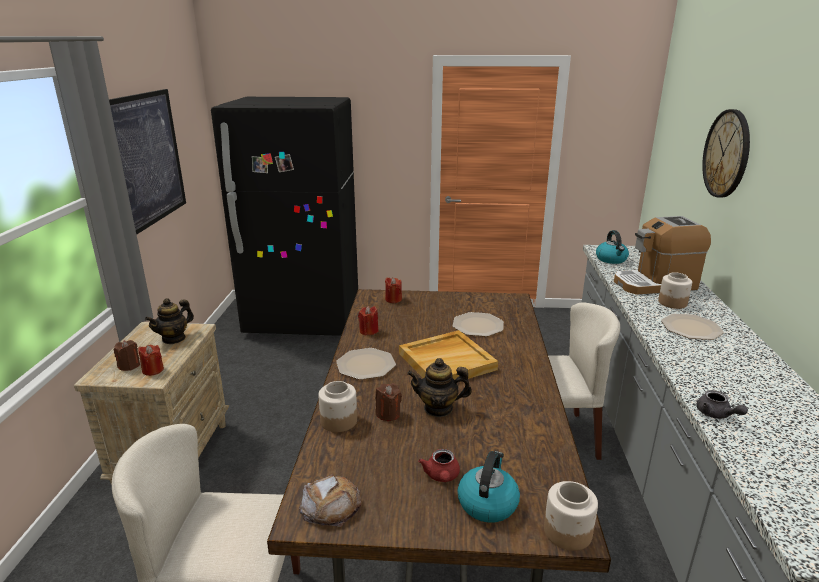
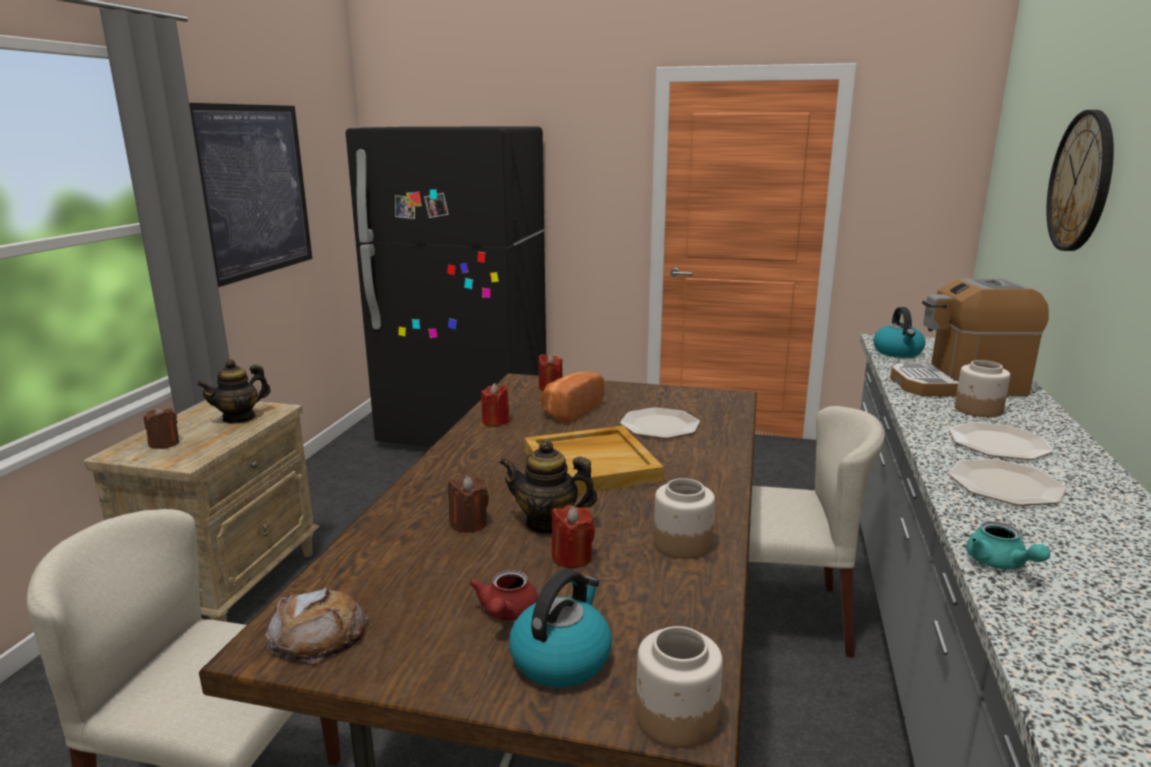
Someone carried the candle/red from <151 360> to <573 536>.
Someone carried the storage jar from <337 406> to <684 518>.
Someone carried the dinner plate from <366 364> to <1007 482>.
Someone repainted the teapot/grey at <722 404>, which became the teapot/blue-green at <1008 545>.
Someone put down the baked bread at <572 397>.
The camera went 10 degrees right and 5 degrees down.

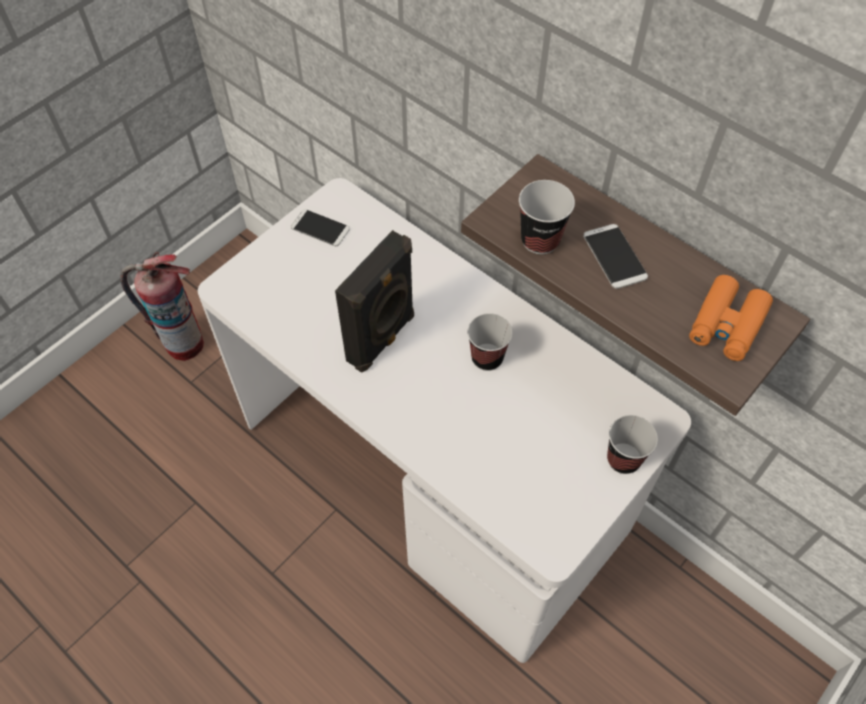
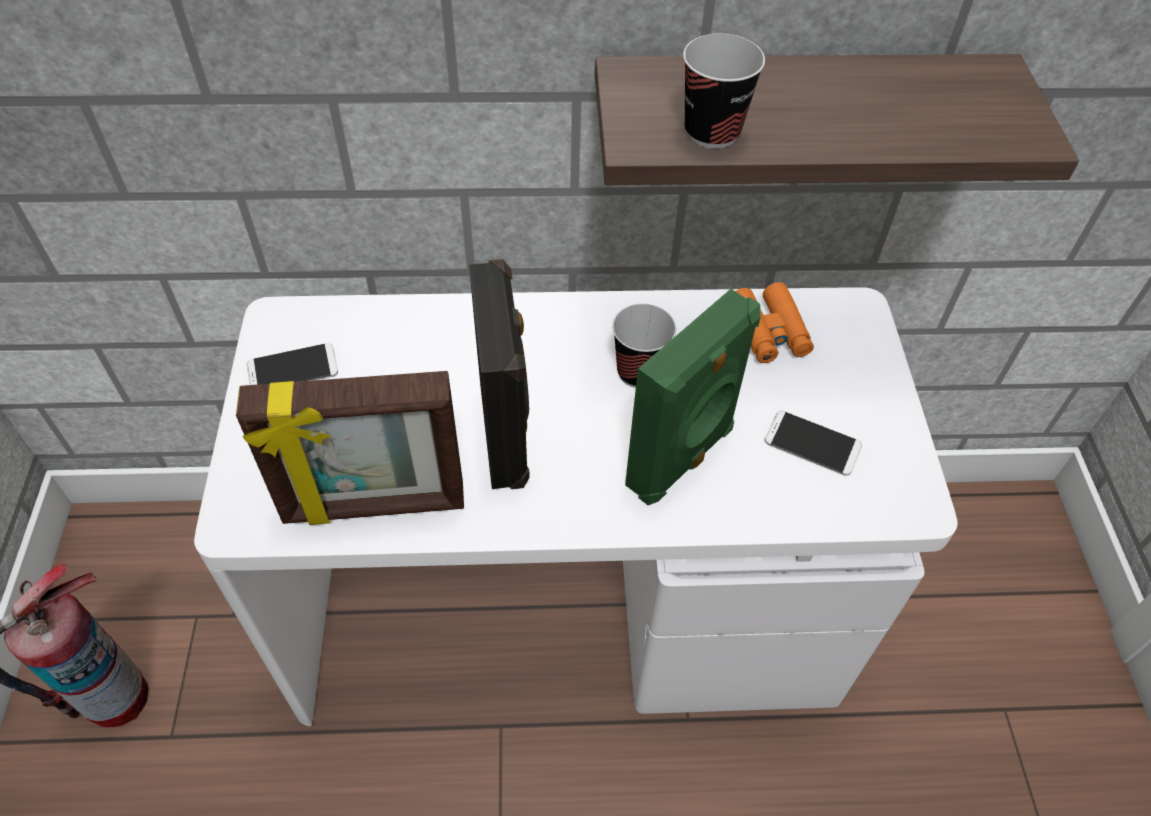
Someone carried the handset from <615 256> to <813 443>.
Someone took away the cup at <632 444>.
Someone carried the pair of binoculars/orange-coloured from <731 318> to <775 322>.
Someone put down the photo frame at <350 448>.
Someone put down the speaker/green at <693 397>.
The camera went 45 degrees left and 5 degrees down.

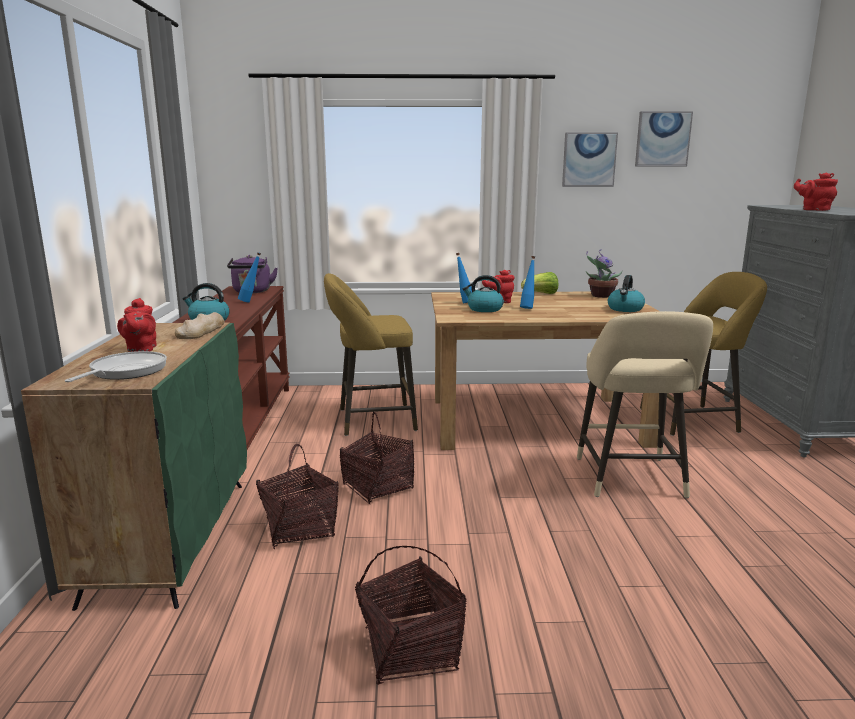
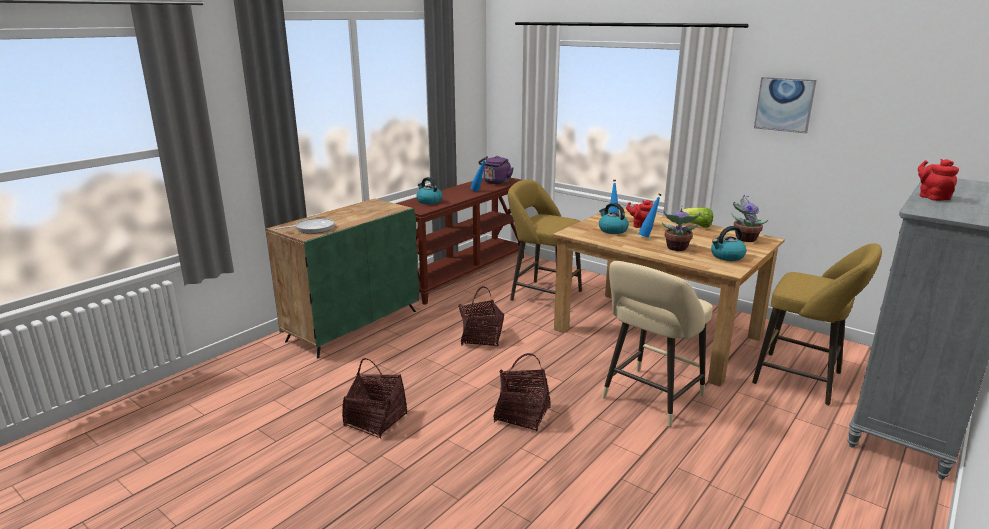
Someone took away the teapot/red at <137 325>.
Someone took away the baked bread at <199 325>.
Someone carried the basket from <297 496> to <522 392>.
Someone took away the wall picture at <664 138>.
Someone put down the potted plant at <681 228>.
The camera went 40 degrees right and 5 degrees up.

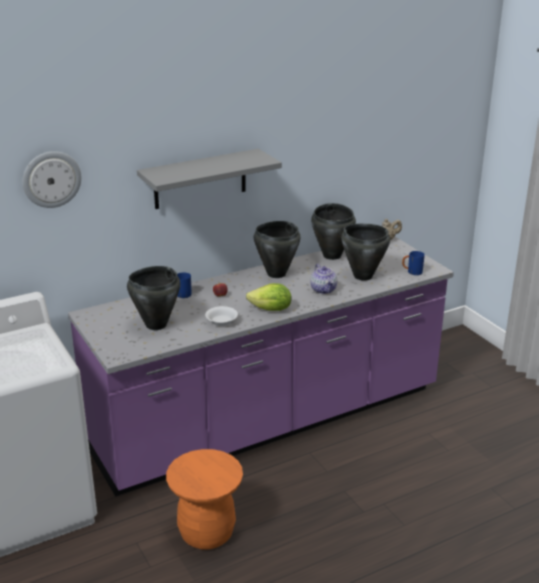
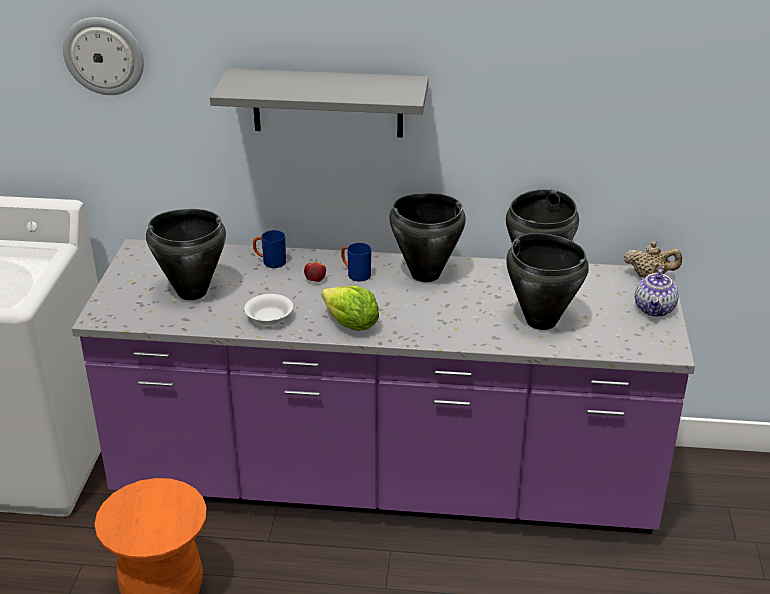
Someone carried the teapot from <323 279> to <657 292>.
Someone carried the coffee mug/blue-coloured from <413 263> to <356 262>.
The camera went 35 degrees right and 5 degrees up.

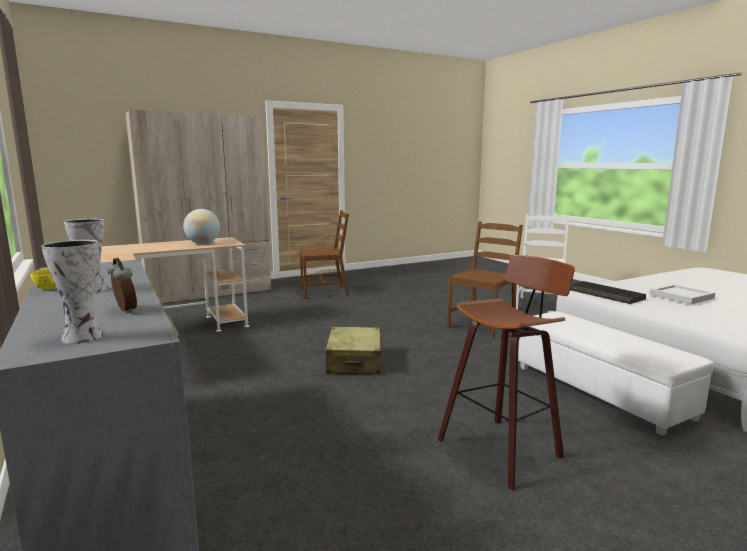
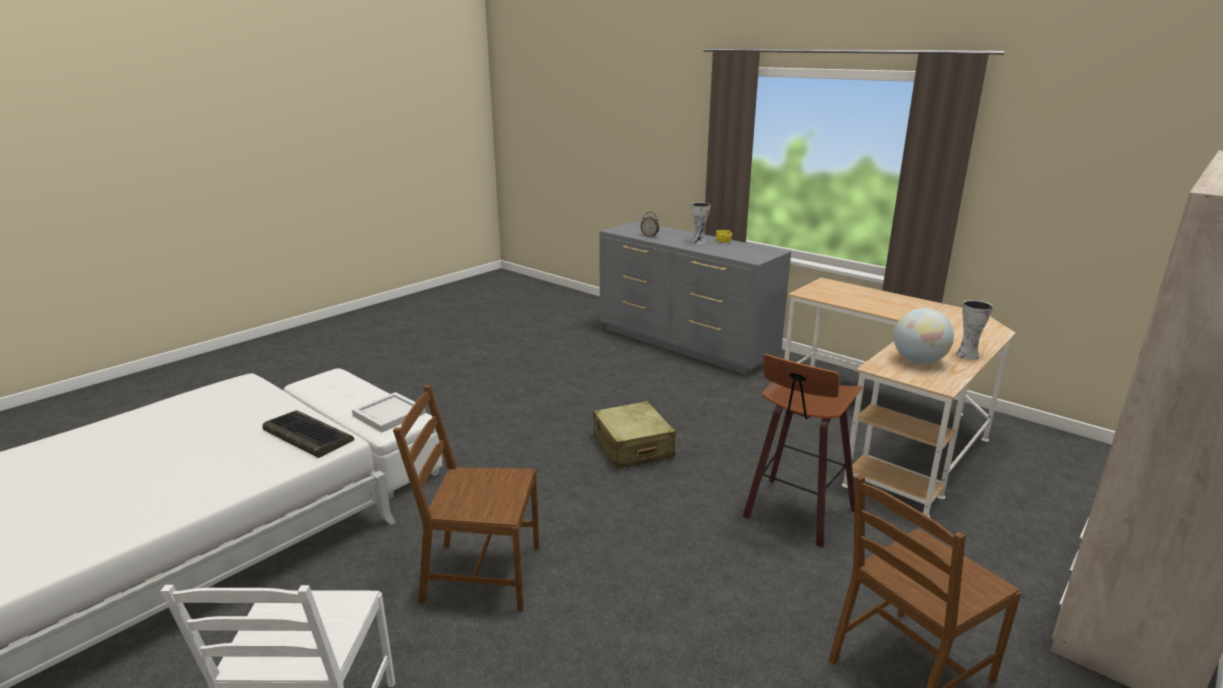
Someone carried the decorative vase from <72 292> to <974 330>.
Someone carried the stool from <506 372> to <802 451>.
Someone rotated the chair/brown at <485 279> by 75 degrees clockwise.
Someone carried the tray/white-coloured from <682 294> to <389 412>.
The camera went 160 degrees right and 10 degrees up.

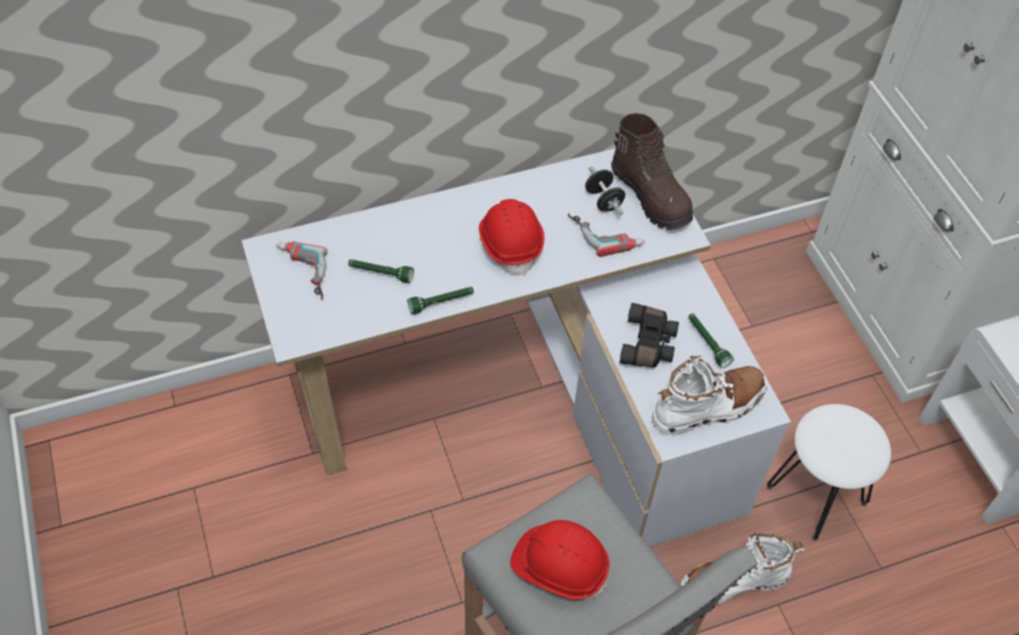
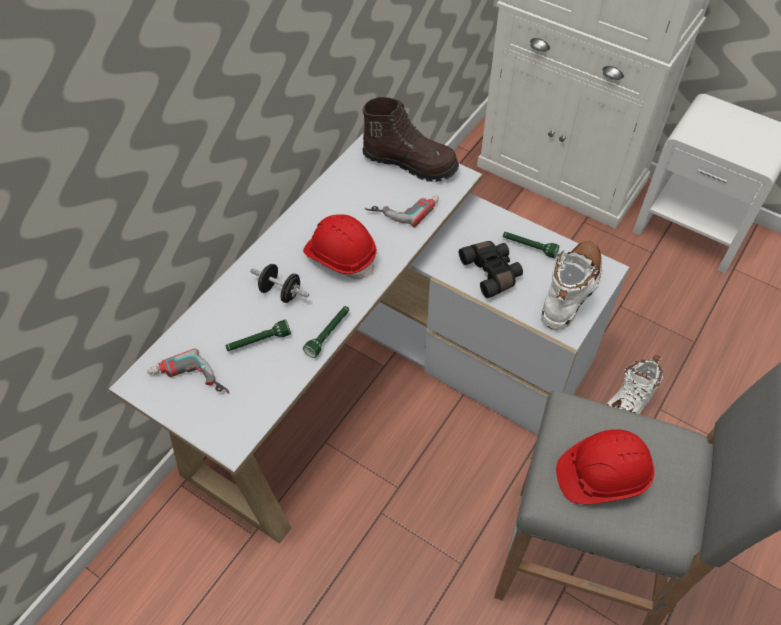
Someone carried the free weight/black-coloured from <605 191> to <279 283>.
Someone took away the stool/white-coloured at <828 472>.
The camera went 35 degrees left and 0 degrees up.

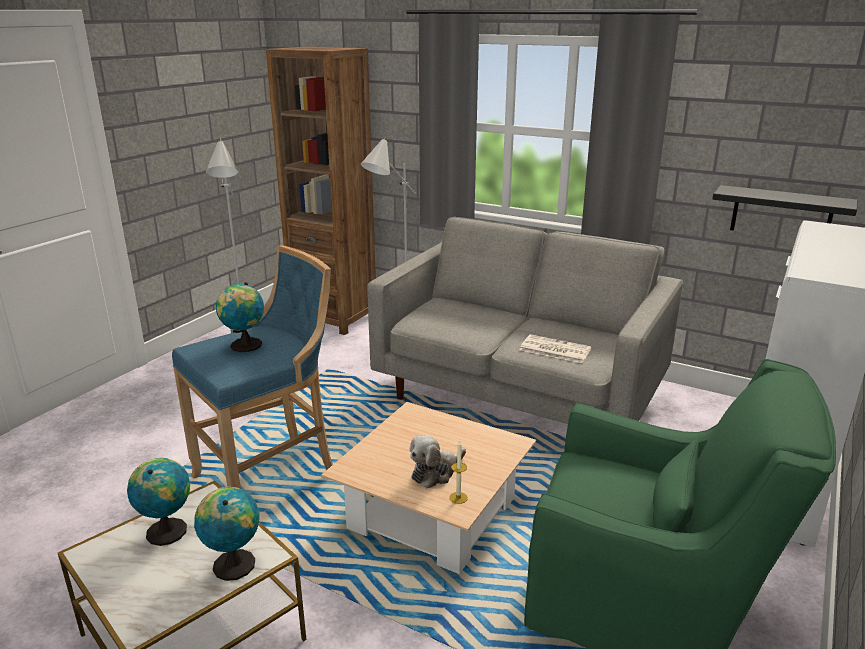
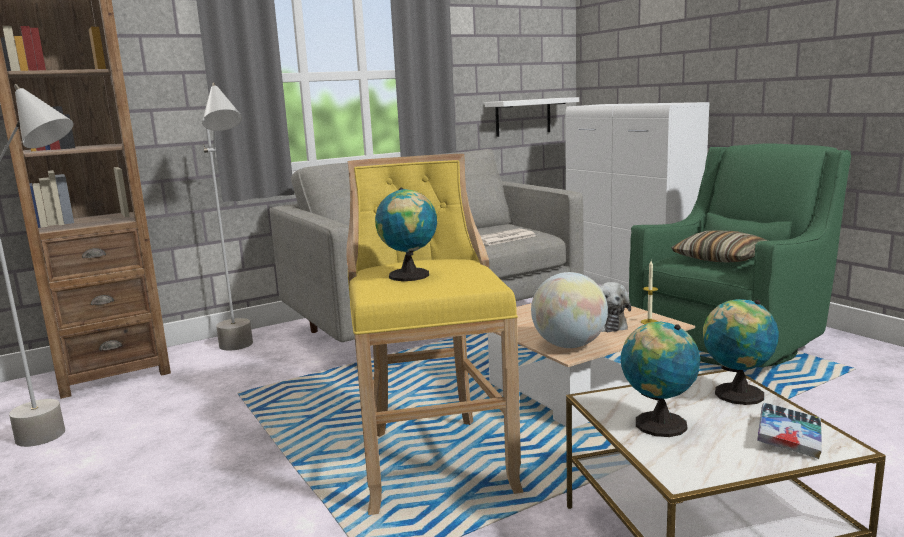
Someone repainted the stool/blue-coloured at <252 367>, which became the stool/yellow-coloured at <435 334>.
Someone repainted the shelf/black-coloured at <785 208>, which became the shelf/white-coloured at <532 117>.
Someone put down the world globe at <569 310>.
Someone put down the pillow at <719 247>.
Someone put down the bound book at <789 431>.
The camera went 60 degrees left and 10 degrees down.

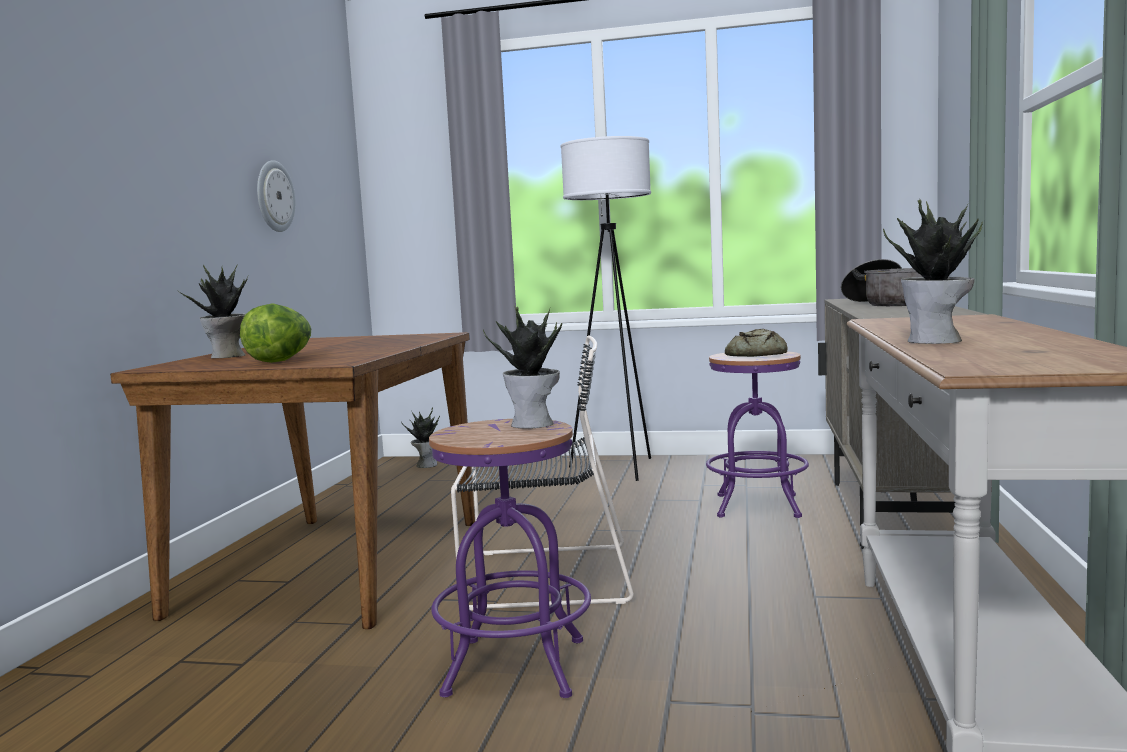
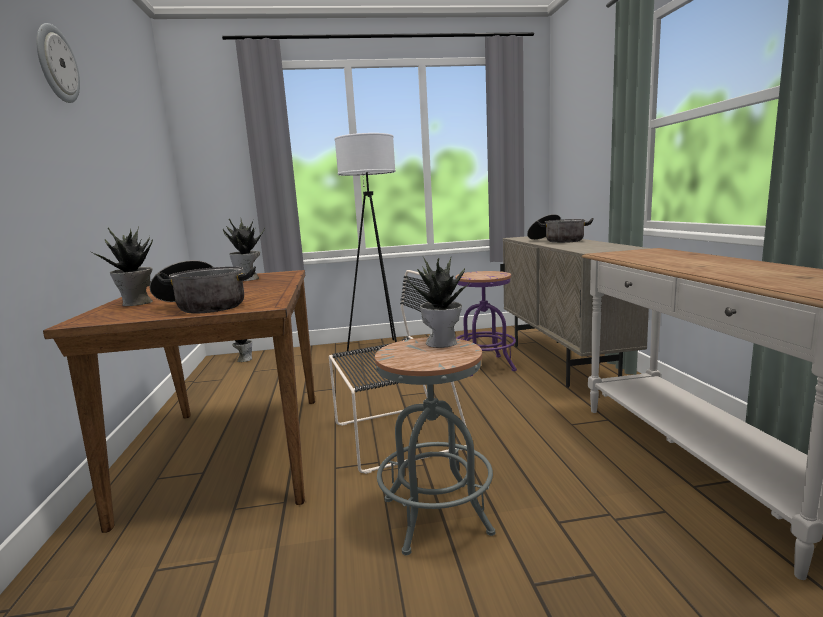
Someone swapped the lettuce head at <275 333> for the saucepot at <202 287>.
Someone carried the hanging clock from <276 196> to <58 63>.
Someone repainted the stool/purple at <510 558>, which became the stool/grey at <435 446>.
Someone took away the baked bread at <756 343>.
Someone carried the potted plant from <933 271> to <244 250>.
The camera went 20 degrees left and 5 degrees up.

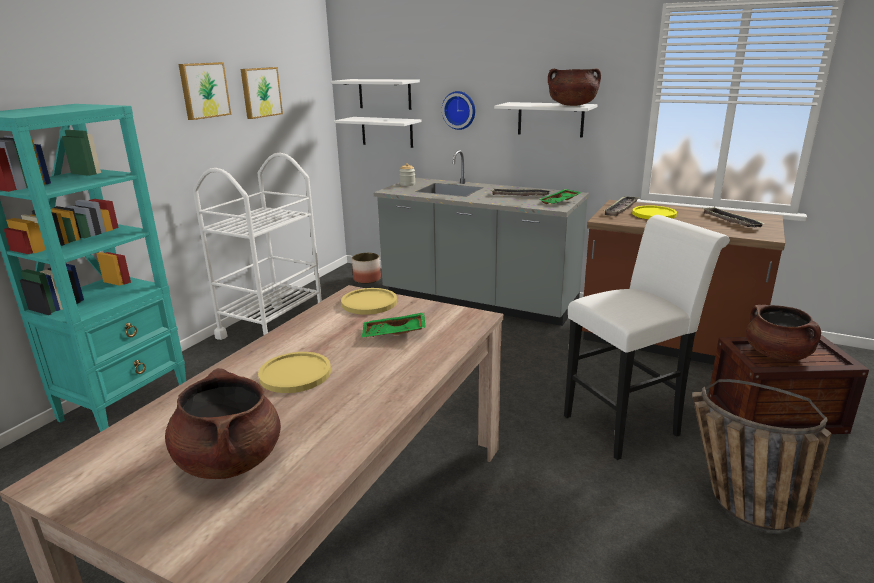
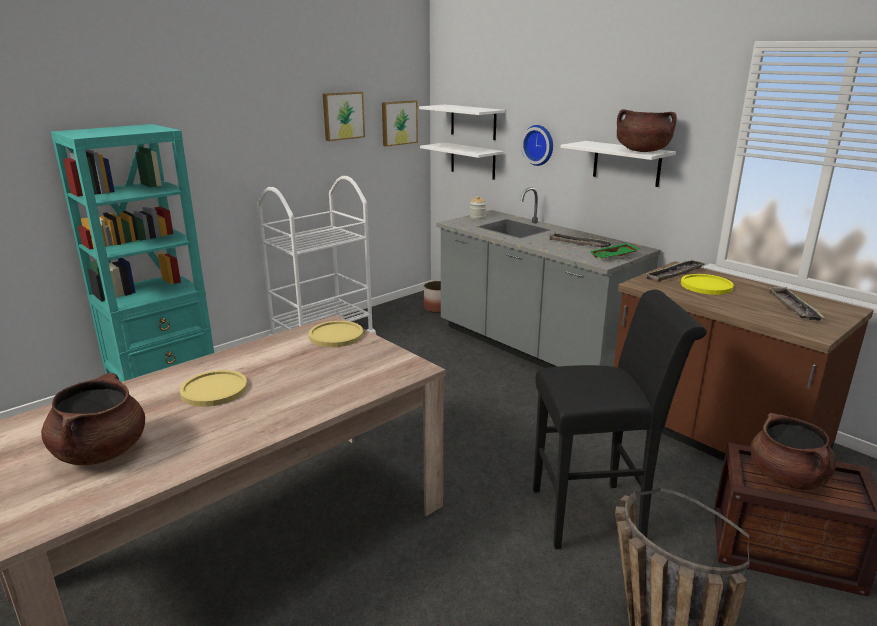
Someone carried the wall picture from <205 91> to <400 123>.
Someone took away the tray/green at <394 324>.
Someone repainted the stool/white-coloured at <647 337>, which became the stool/black-coloured at <620 419>.
The camera went 20 degrees right and 0 degrees up.

